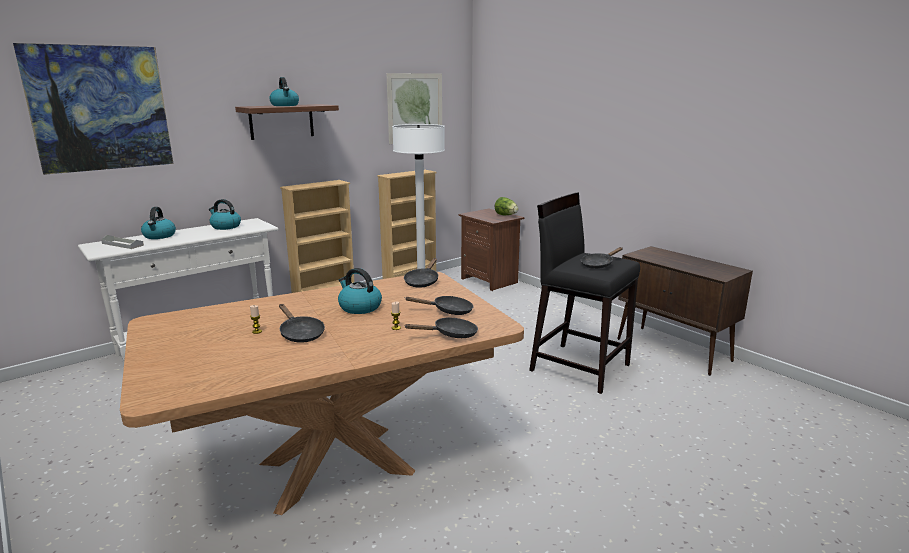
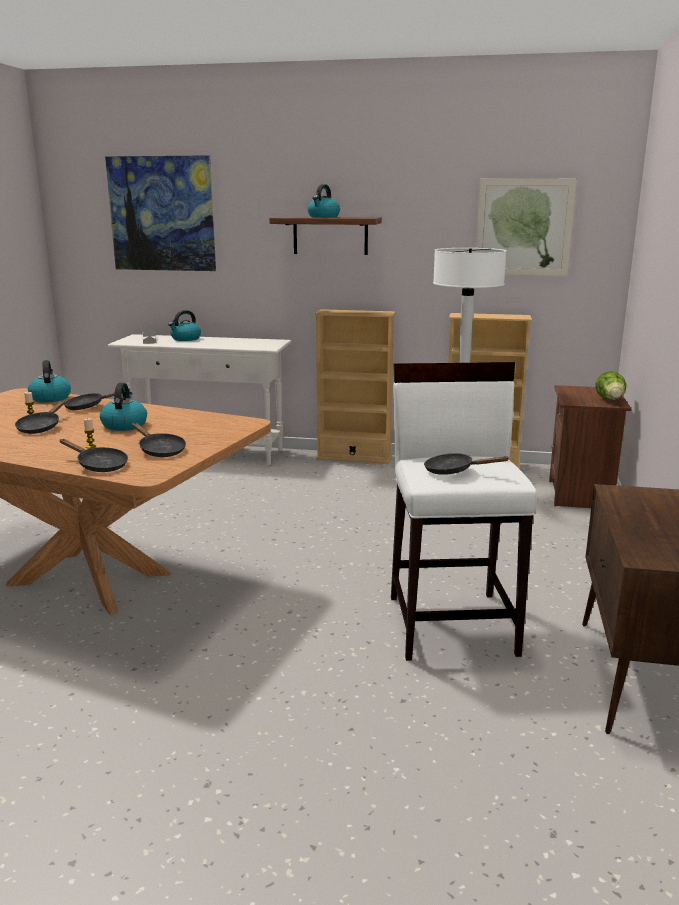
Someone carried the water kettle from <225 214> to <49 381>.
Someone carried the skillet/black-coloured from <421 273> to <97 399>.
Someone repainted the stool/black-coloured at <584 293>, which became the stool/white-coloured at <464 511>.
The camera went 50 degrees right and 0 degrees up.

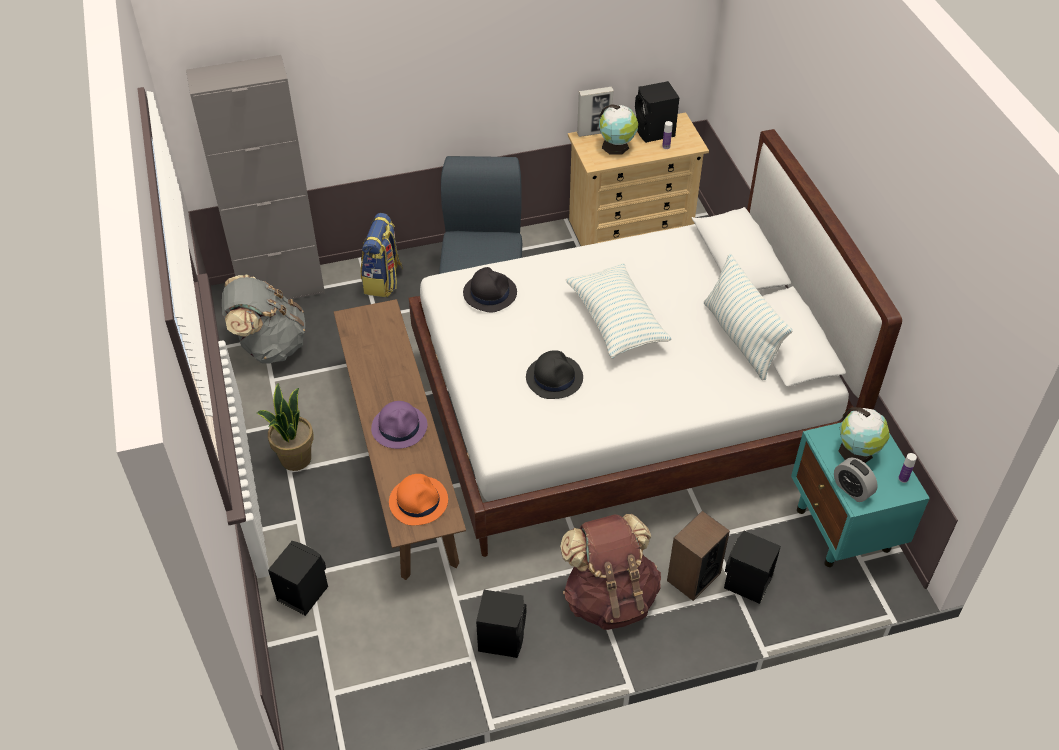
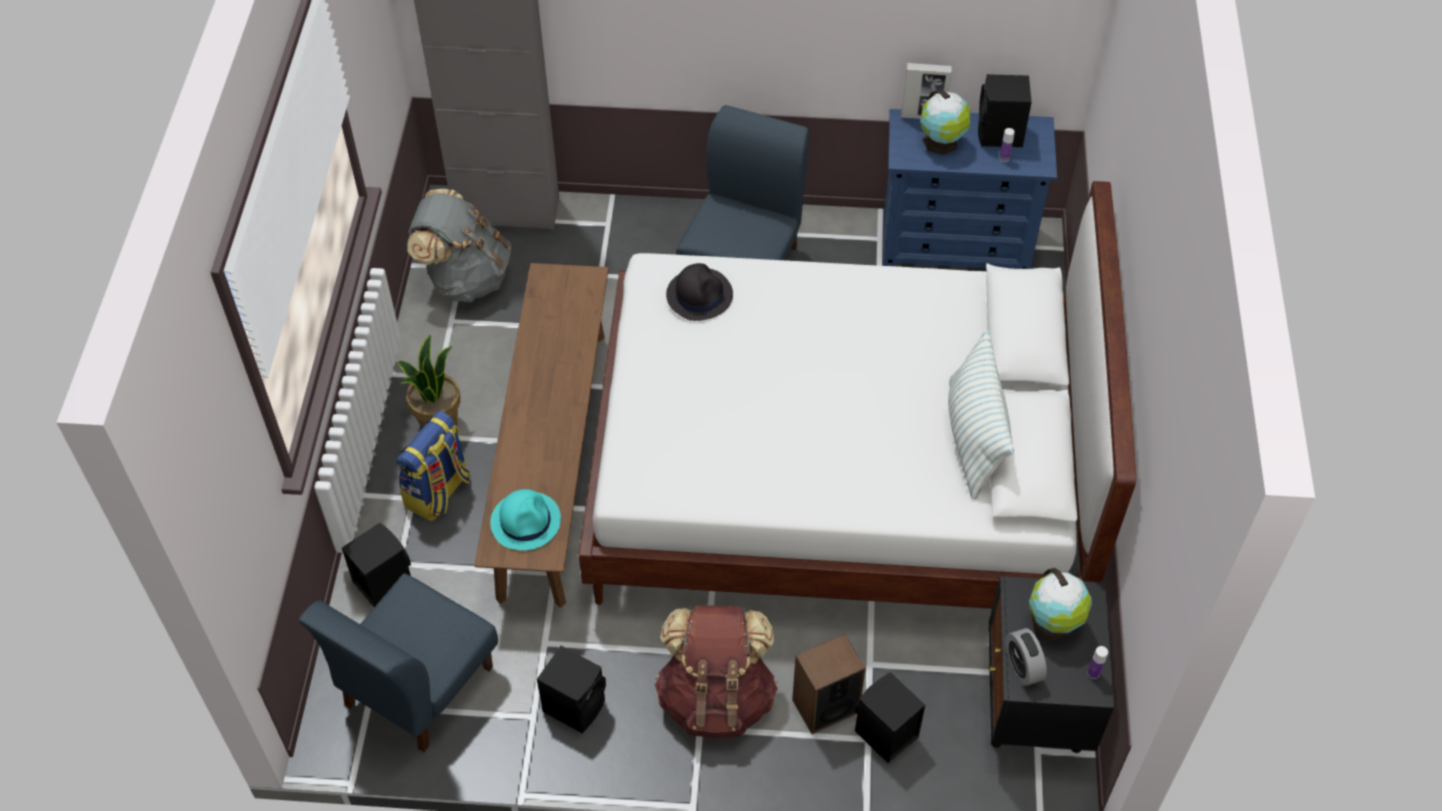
Someone carried the backpack from <382 255> to <433 466>.
Someone took away the clothing hat/purple at <399 425>.
Someone repainted the clothing hat/orange-coloured at <418 499>, which became the clothing hat/blue-green at <525 520>.
Someone took away the clothing hat/black-coloured at <554 374>.
Someone took away the pillow at <618 311>.
Someone repainted the drawer chest/sand-coloured at <638 179>, which became the drawer chest/blue-coloured at <970 189>.
Someone repainted the bedside table/blue-green at <860 494>, which became the bedside table/black-coloured at <1051 664>.
Someone put down the chair/blue-coloured at <398 662>.
The camera went 20 degrees right and 5 degrees up.

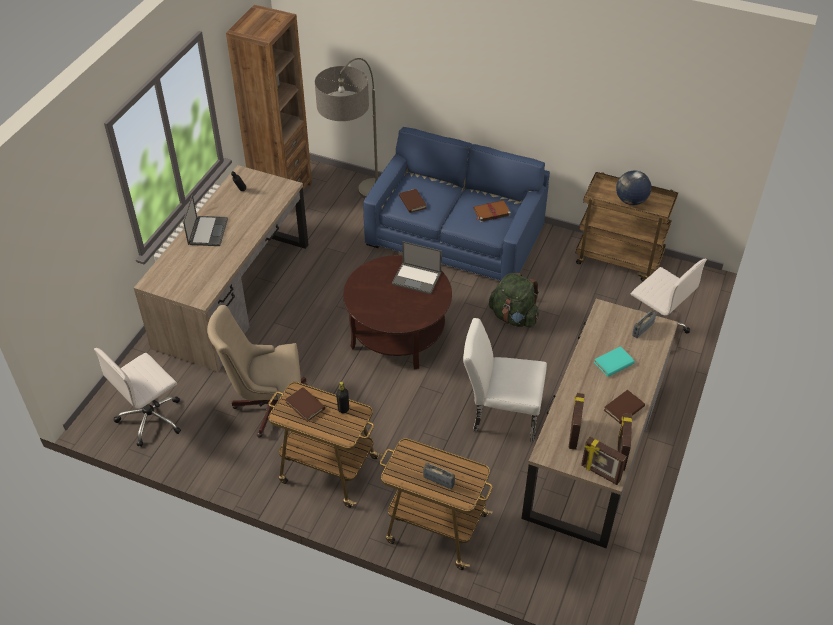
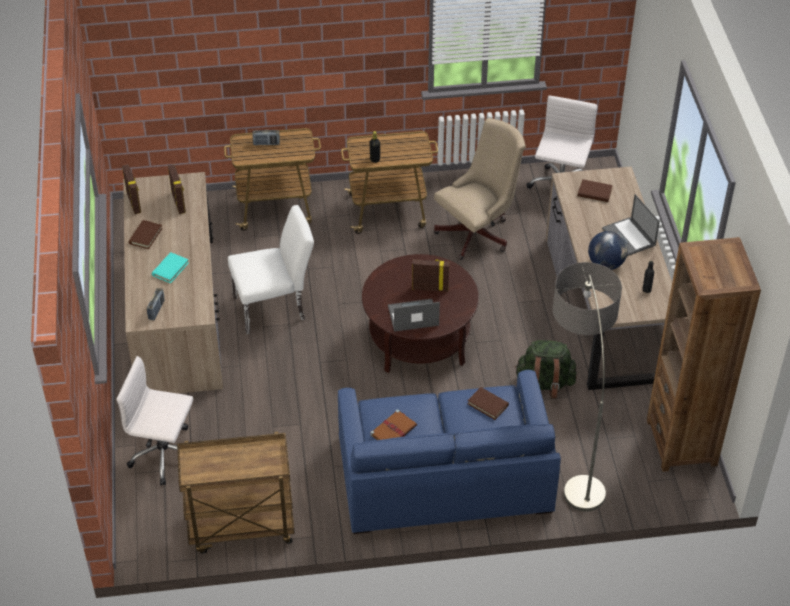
Someone carried the bound book/brown from <305 404> to <595 190>.
Someone carried the backpack/green from <514 300> to <546 369>.
Someone carried the photo frame from <604 460> to <430 275>.
Someone carried the world globe from <633 188> to <608 250>.
The camera went 150 degrees right and 0 degrees up.

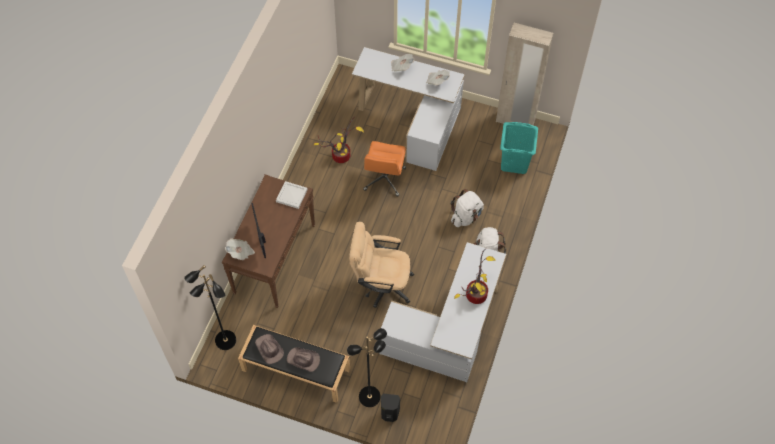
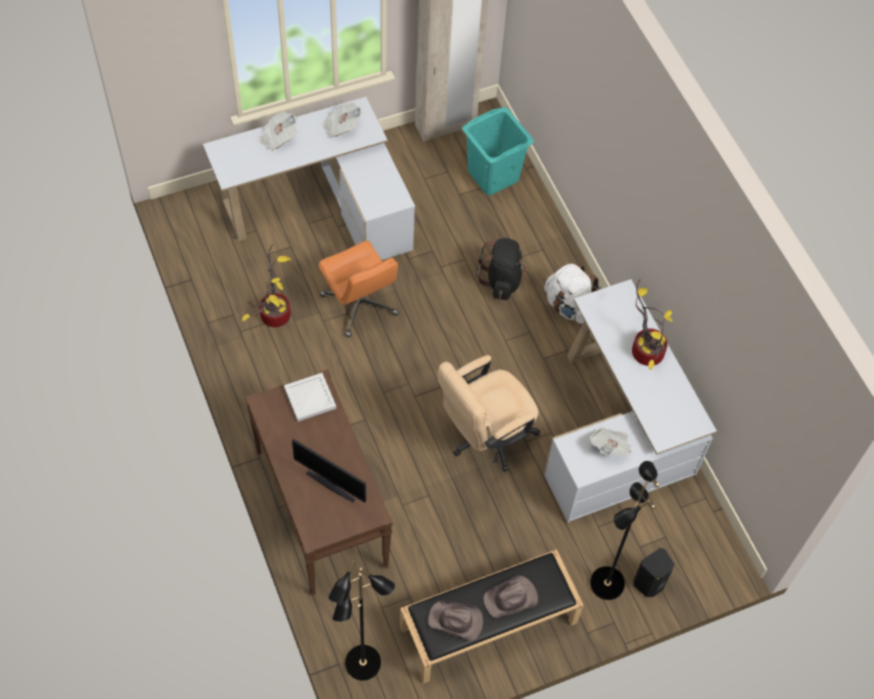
Someone carried the daily paper from <240 249> to <610 442>.
Someone repainted the backpack/white-coloured at <467 208>, which became the backpack/black-coloured at <502 269>.
The camera went 45 degrees left and 0 degrees up.

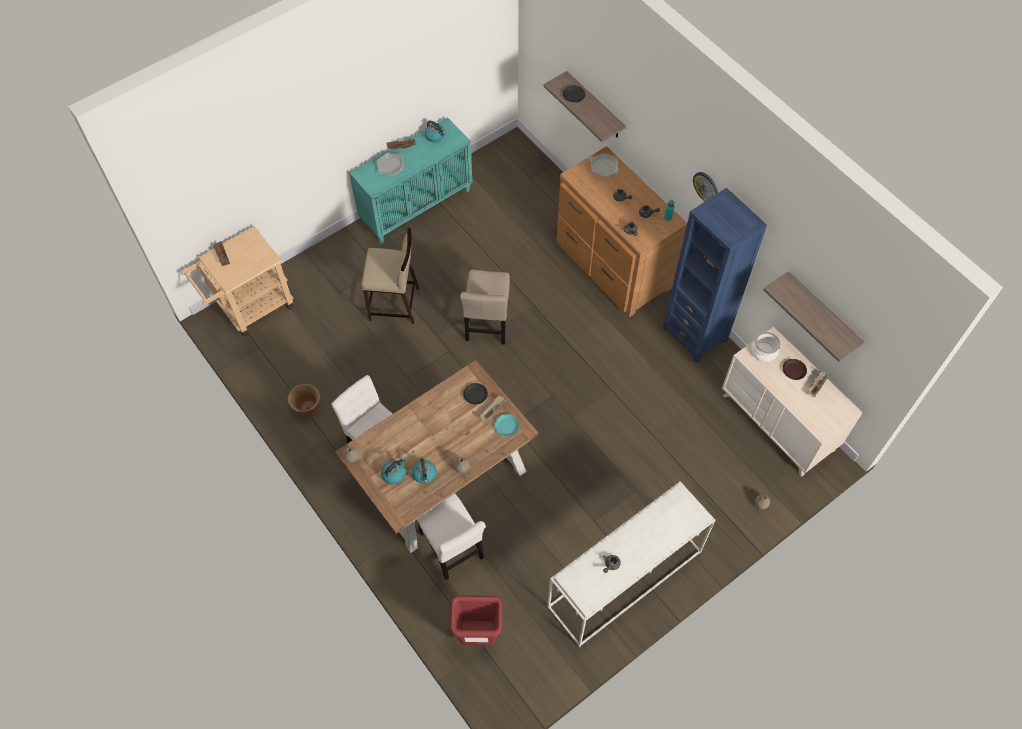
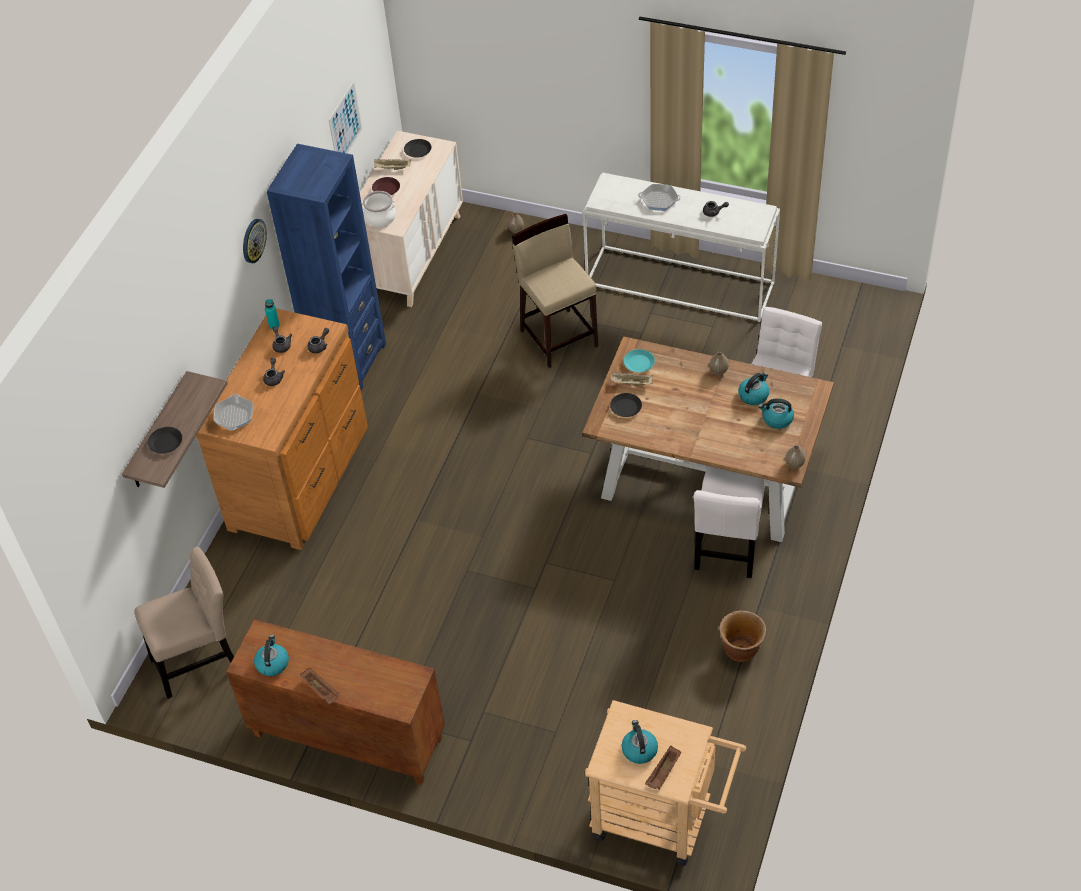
Someone repainted the storage cabinet/blue-green at <410 180>, which became the storage cabinet/brown at <335 702>.
Someone carried the stool/sand-coloured from <390 276> to <555 291>.
Someone carried the skillet from <390 164> to <659 197>.
Someone took away the rubbish bin/red at <476 620>.
Someone carried the chair/sand-coloured from <485 307> to <184 623>.
Someone swapped the shelf at <813 316> for the wall picture at <345 117>.
Someone put down the dinner plate/black-coloured at <417 148>.
Someone put down the water kettle at <640 742>.
The camera went 120 degrees left and 10 degrees down.

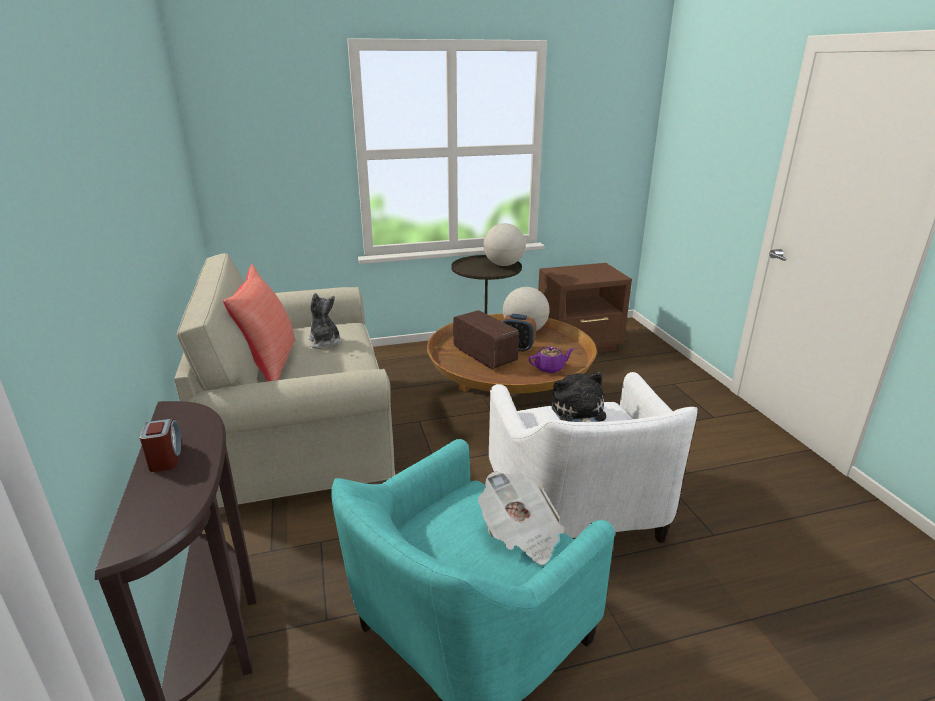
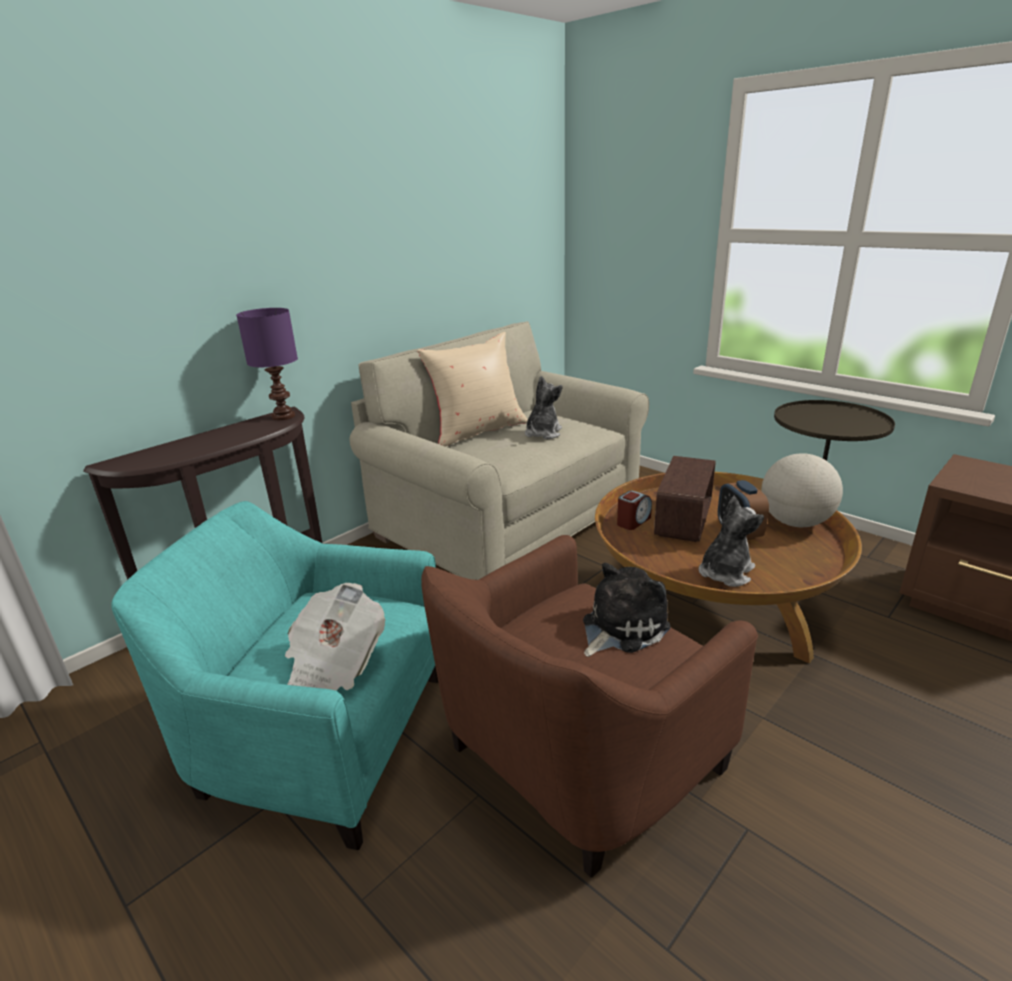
Someone carried the alarm clock from <161 445> to <634 510>.
Someone repainted the pillow/red at <259 322>, which became the pillow/sand-coloured at <472 389>.
Someone took away the world globe at <504 244>.
Someone repainted the lounge chair/white-coloured at <593 457>, which became the lounge chair/brown at <589 706>.
Someone swapped the teapot/purple at <551 359> for the cuddly toy at <731 541>.
Someone put down the tabletop lamp/purple at <267 364>.
The camera went 60 degrees right and 0 degrees up.

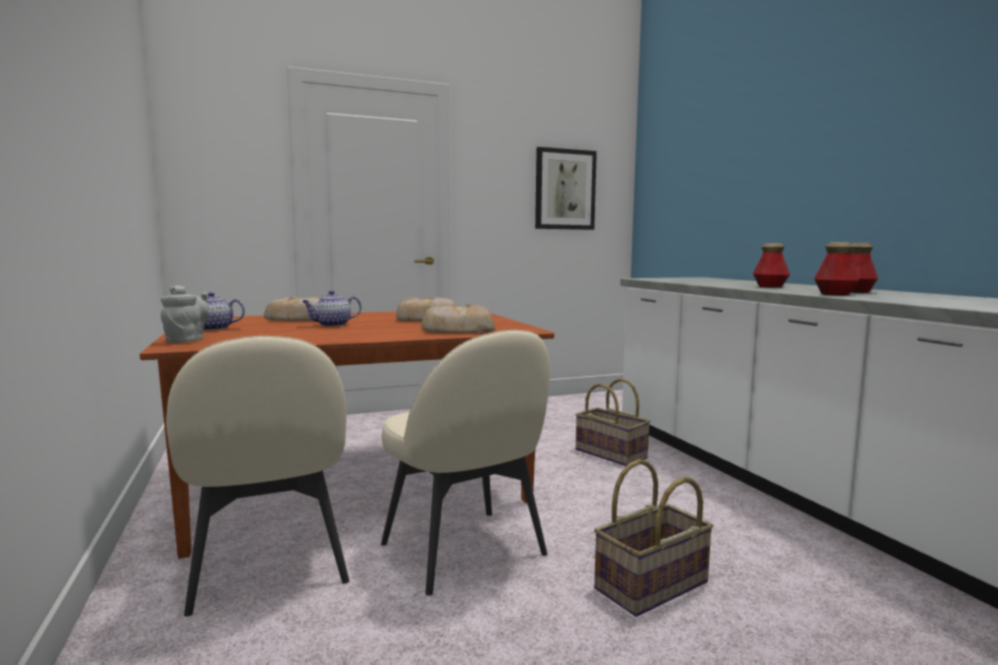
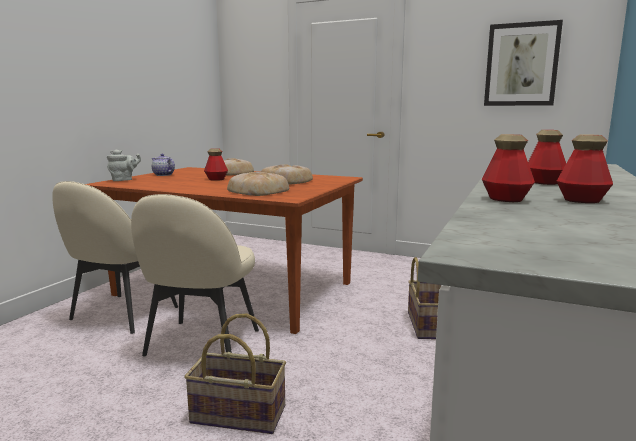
Someone swapped the teapot at <331 309> for the beverage bottle at <216 164>.
The camera went 45 degrees right and 5 degrees up.

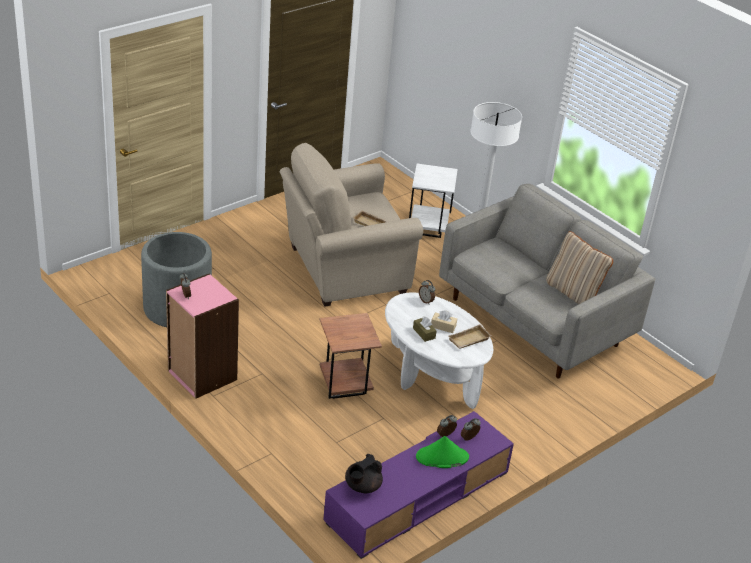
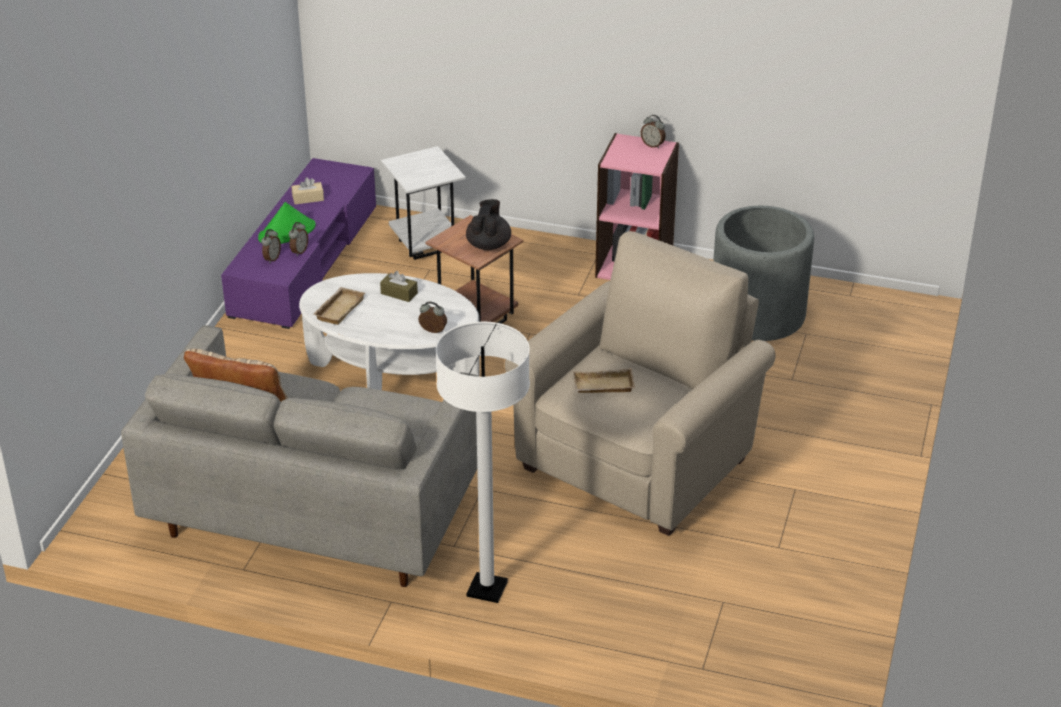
Someone carried the teapot/black-coloured from <364 473> to <488 224>.
Someone carried the side table/white-coloured from <433 200> to <423 203>.
Someone carried the box of tissues/sand-coloured from <444 321> to <308 190>.
The camera went 150 degrees right and 0 degrees up.

